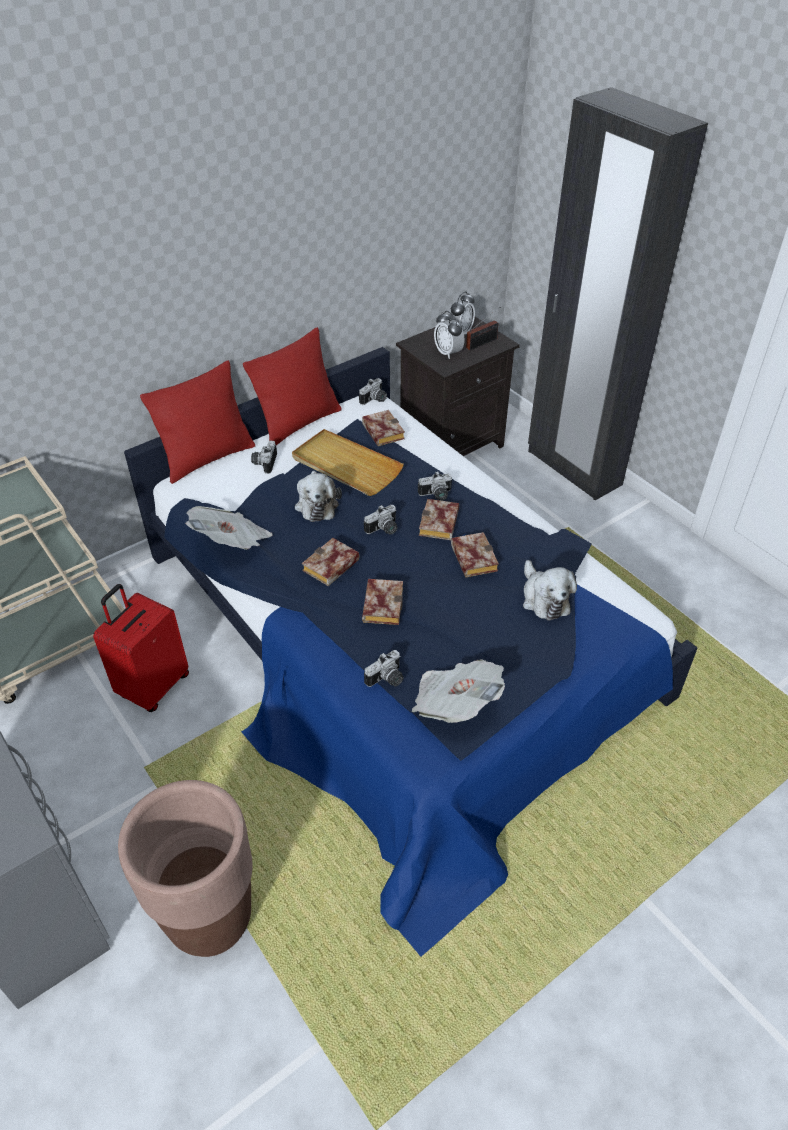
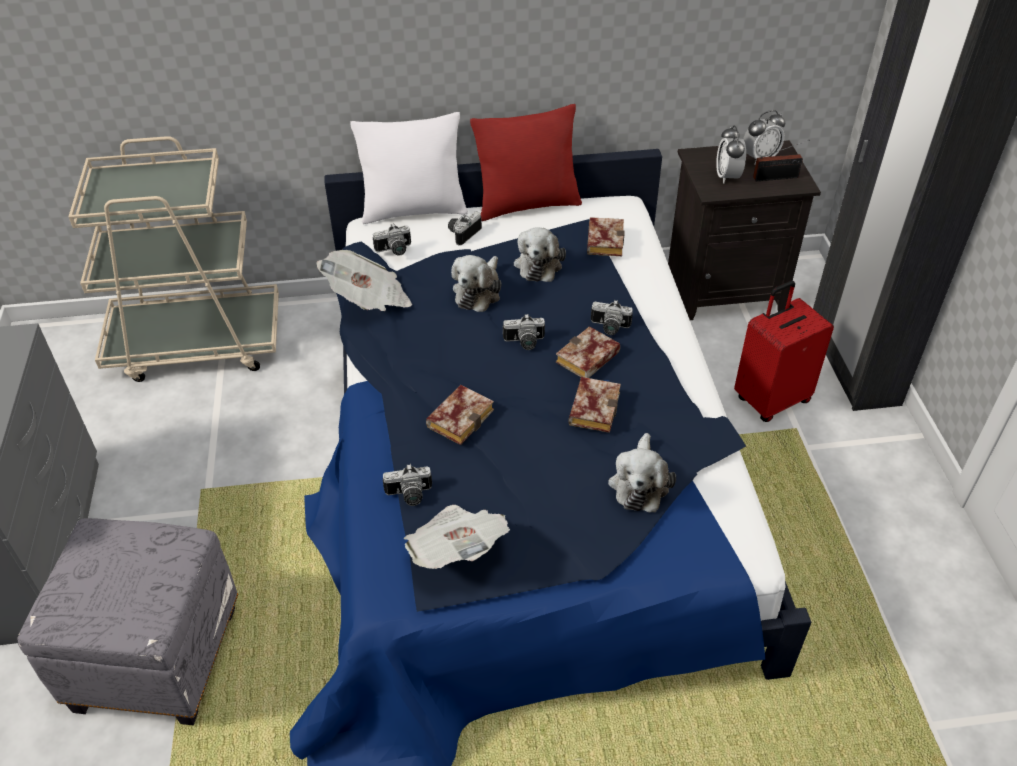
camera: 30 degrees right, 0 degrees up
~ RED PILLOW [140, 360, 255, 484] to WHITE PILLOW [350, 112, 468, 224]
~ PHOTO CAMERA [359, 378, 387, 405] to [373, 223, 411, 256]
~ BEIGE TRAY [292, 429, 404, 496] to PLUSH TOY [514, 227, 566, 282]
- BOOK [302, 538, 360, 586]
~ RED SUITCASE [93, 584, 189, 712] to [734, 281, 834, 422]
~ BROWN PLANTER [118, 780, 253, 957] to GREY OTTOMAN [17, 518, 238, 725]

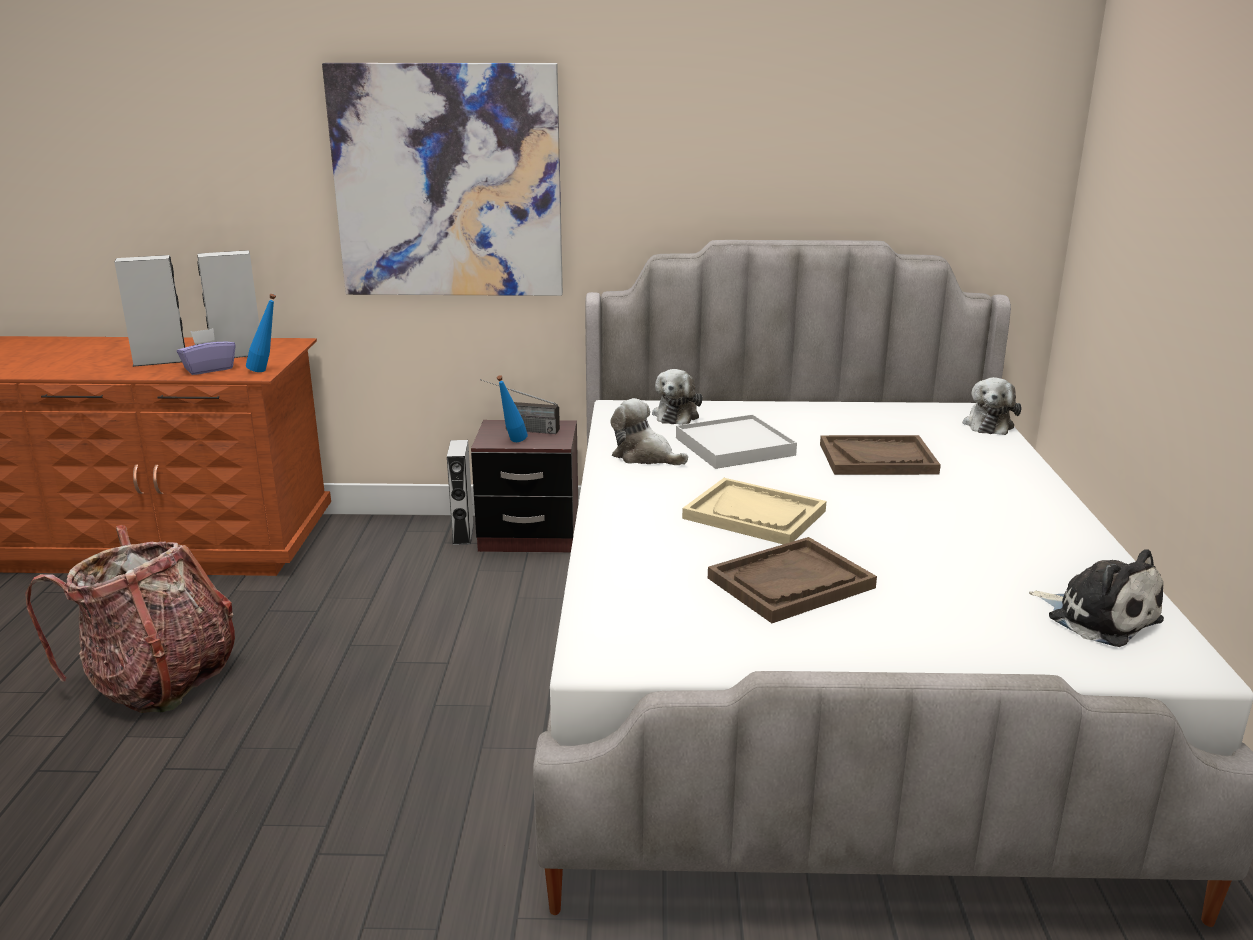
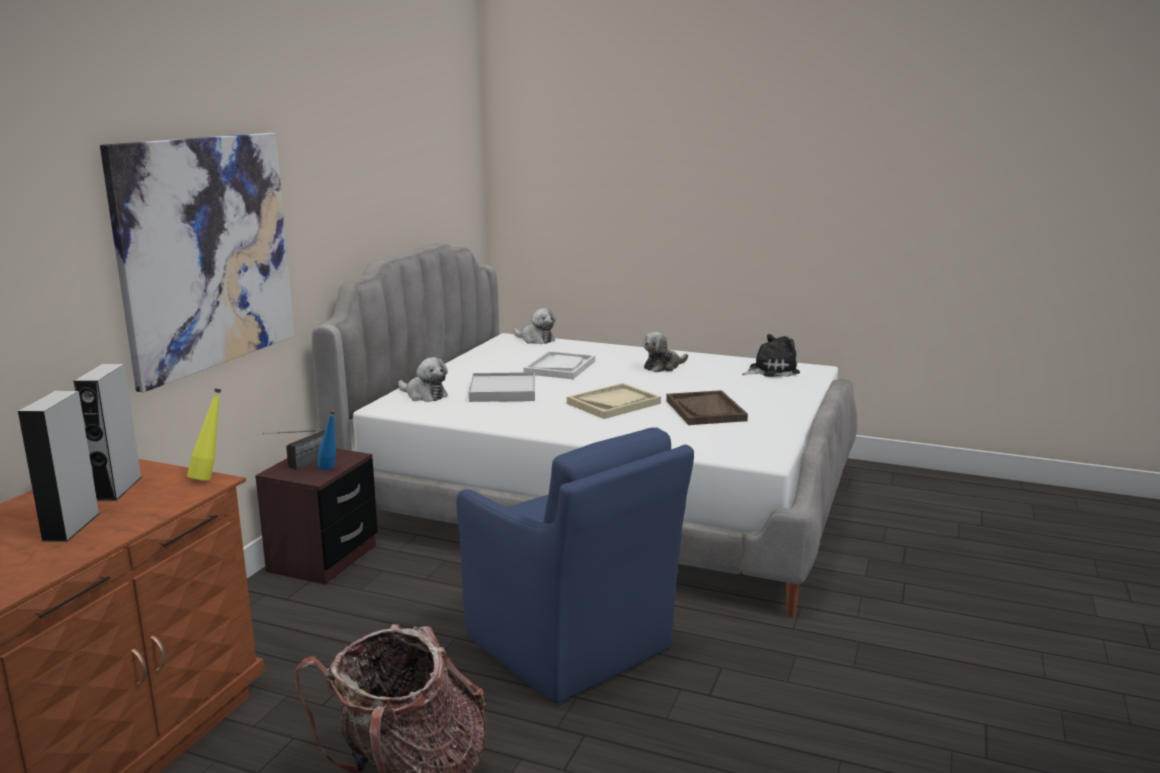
camera: 70 degrees left, 5 degrees down
~ BLUE BOTTLE [246, 294, 276, 372] to YELLOW BOTTLE [187, 388, 221, 480]
- PURPLE TISSUE BOX [177, 328, 236, 375]
~ PLUSH TOY [610, 398, 688, 465] to [643, 332, 688, 372]
~ BROWN TRAY [820, 435, 941, 475] to WHITE TRAY [523, 351, 595, 379]
- GREY SPEAKER [447, 440, 474, 545]
+ BLUE ARMCHAIR [456, 428, 694, 704]

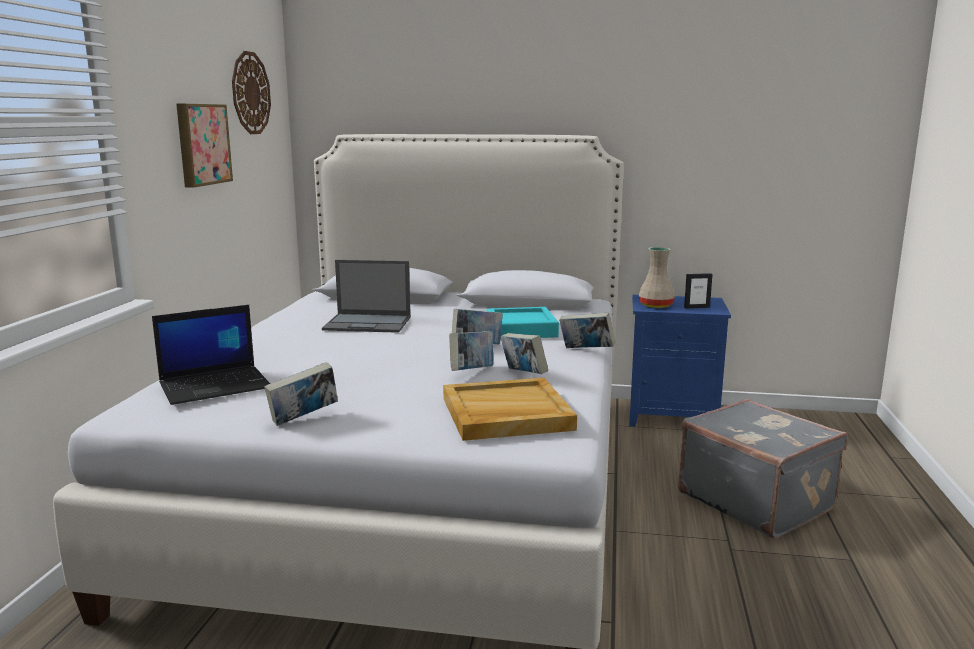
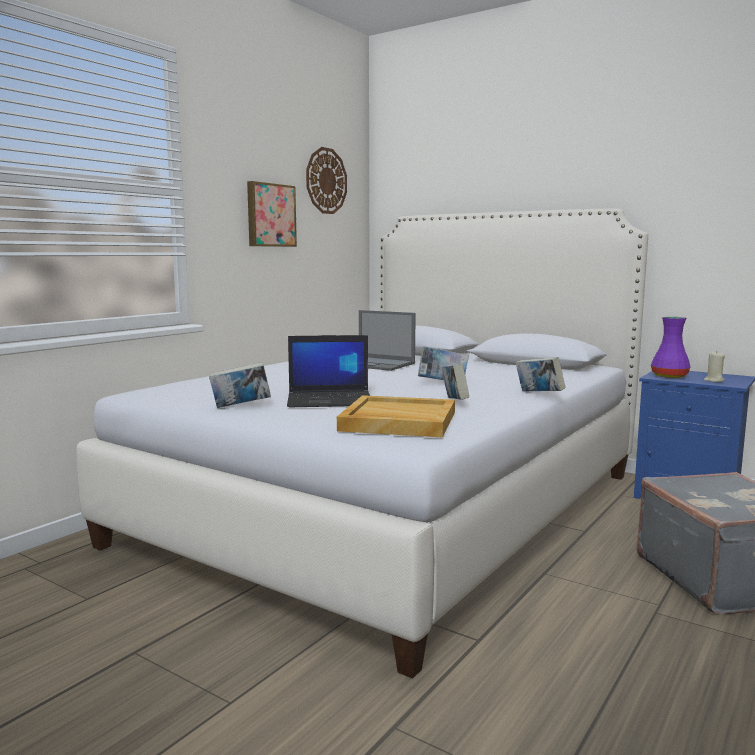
camera: 25 degrees right, 5 degrees down
~ BEIGE VASE [639, 247, 675, 308] to PURPLE VASE [651, 317, 690, 378]
~ PICTURE FRAME [684, 273, 713, 309] to BEIGE CANDLE [704, 352, 725, 382]
~ LAPTOP [152, 305, 270, 405] to [287, 335, 370, 407]
- TURQUOISE TRAY [487, 307, 559, 339]
- BOOK [449, 331, 493, 371]

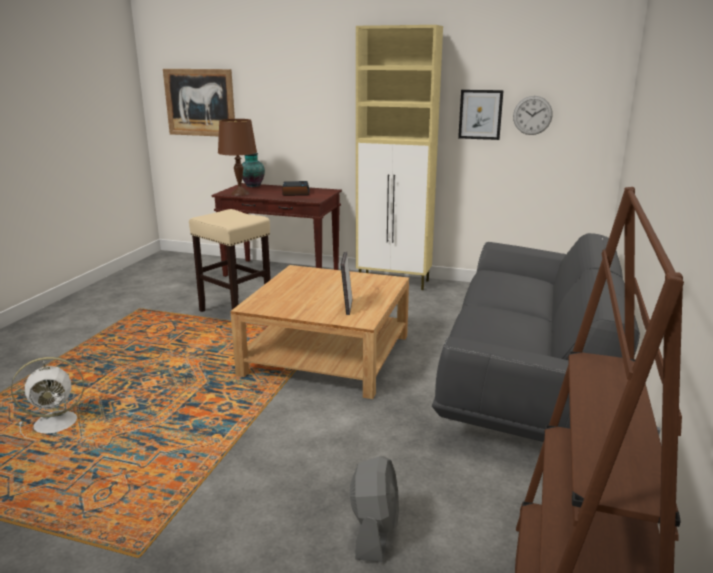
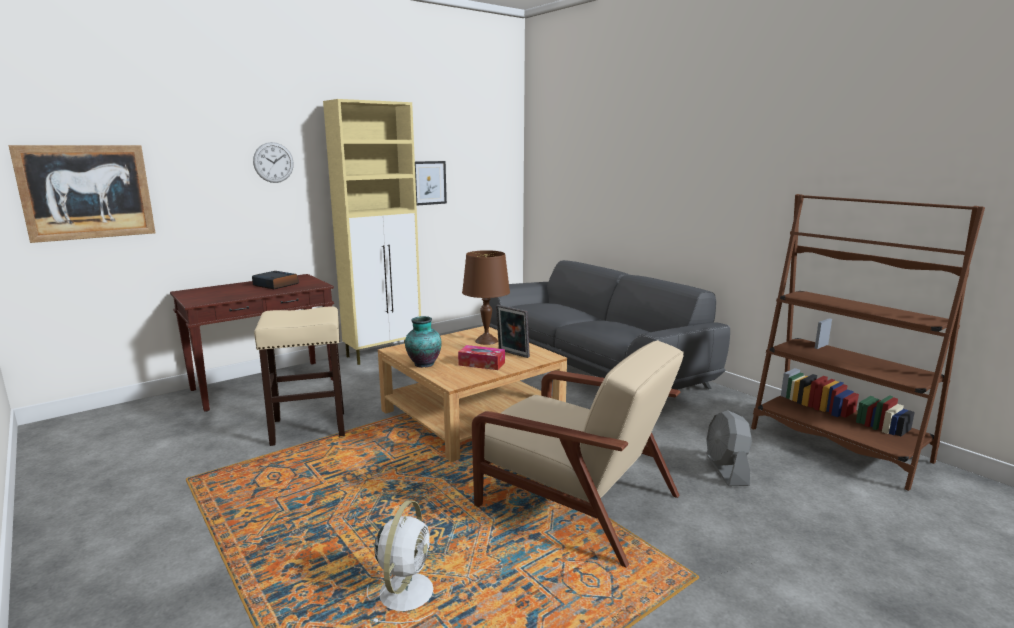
camera: 55 degrees left, 5 degrees down
~ WALL CLOCK [513, 96, 553, 135] to [253, 142, 294, 183]
~ BROWN TABLE LAMP [218, 119, 257, 196] to [462, 250, 510, 345]
~ VASE [242, 153, 265, 187] to [405, 316, 441, 368]
~ GREY FAN [350, 456, 399, 563] = [706, 410, 752, 486] 135 degrees counterclockwise
+ BEIGE ARMCHAIR [472, 340, 684, 568]
+ TISSUE BOX [458, 345, 505, 370]

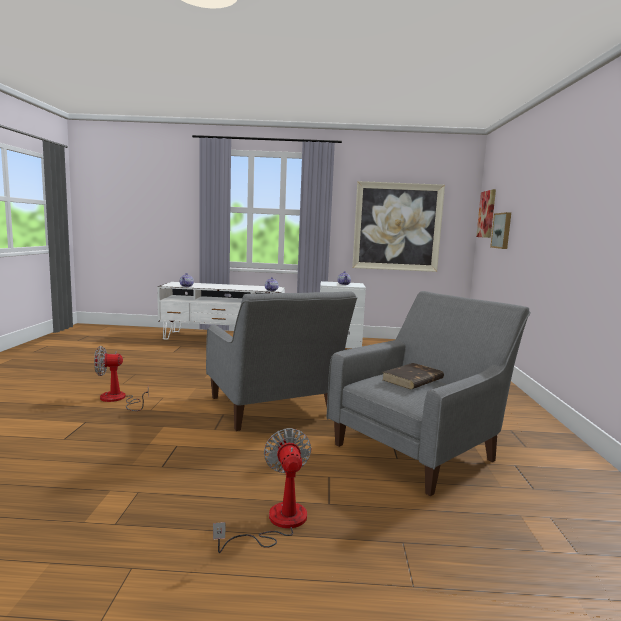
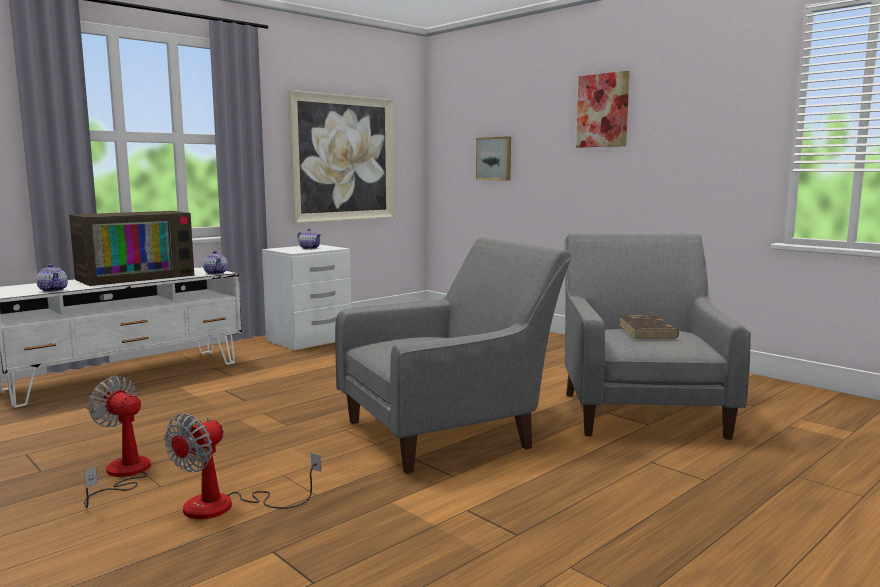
camera: 45 degrees left, 0 degrees up
~ PICTURE [476, 189, 496, 238] to [576, 71, 630, 148]
~ GREY ARMCHAIR [206, 291, 357, 431] = [335, 237, 573, 474] 45 degrees counterclockwise
~ FAN [213, 428, 311, 553] to [84, 376, 151, 508]
+ TELEVISION [69, 211, 194, 286]

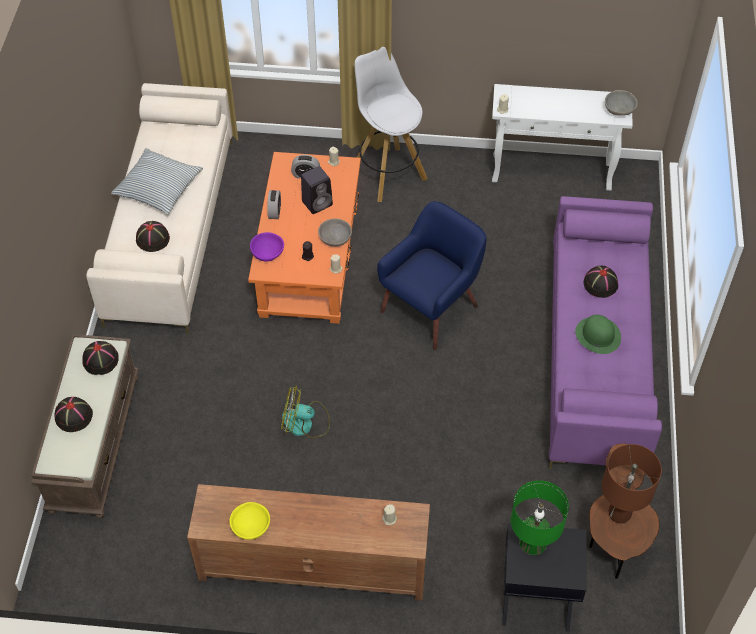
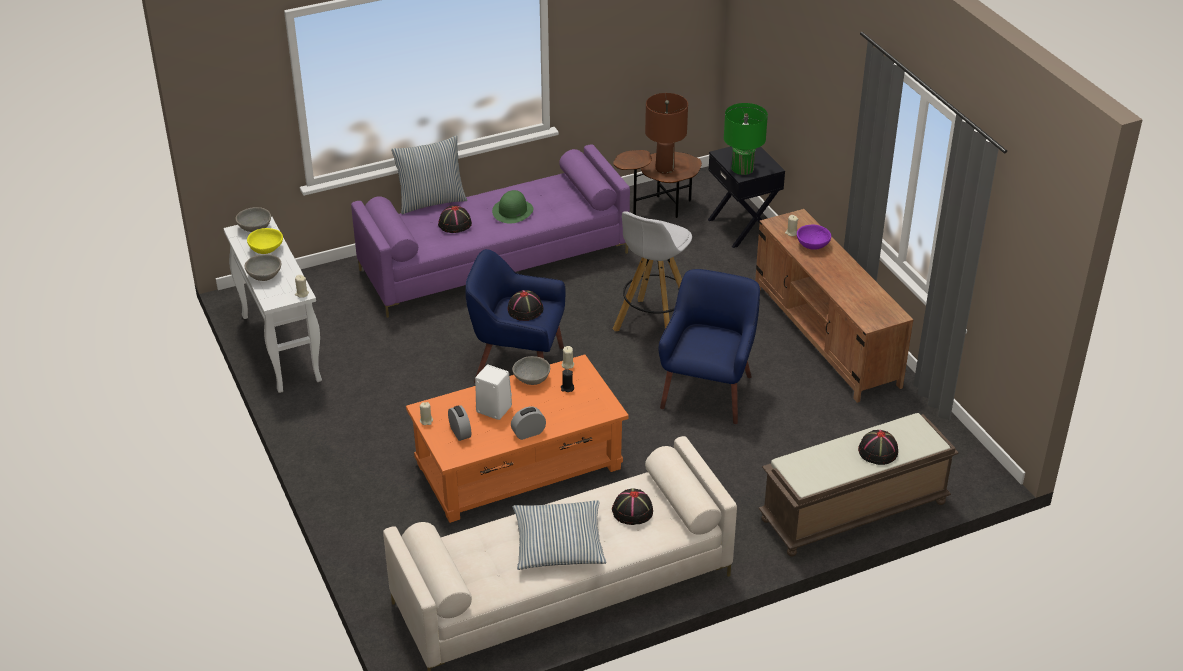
camera: 120 degrees left, 15 degrees down
~ WHITE STOOL [355, 47, 427, 202] to [613, 211, 692, 331]
~ BLACK SPEAKER [301, 166, 333, 214] to WHITE SPEAKER [475, 365, 512, 420]
~ PURPLE BOWL [250, 232, 284, 262] to [797, 225, 831, 250]
~ BLACK HAT [82, 341, 119, 375] to [508, 290, 544, 321]
~ FAN [281, 386, 330, 438] to BLUE ARMCHAIR [658, 269, 760, 424]
~ YELLOW BOWL [229, 502, 270, 540] to [247, 228, 283, 254]
+ PILLOW [391, 135, 467, 214]
+ GREY BOWL [245, 254, 281, 281]

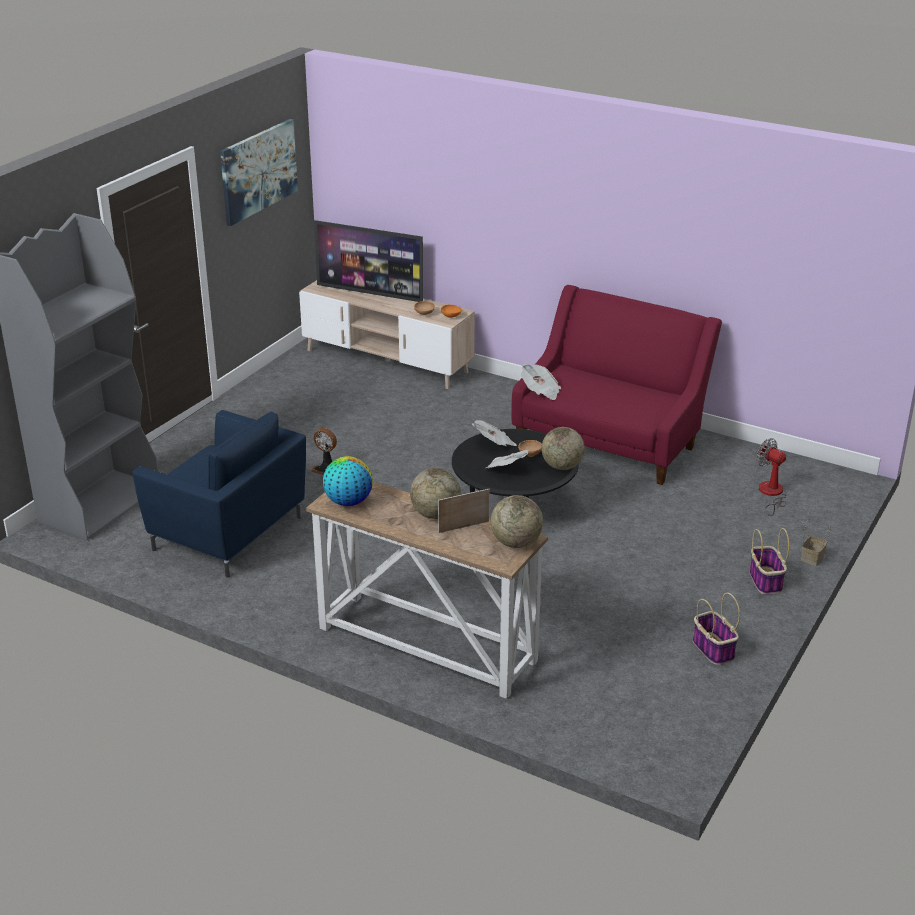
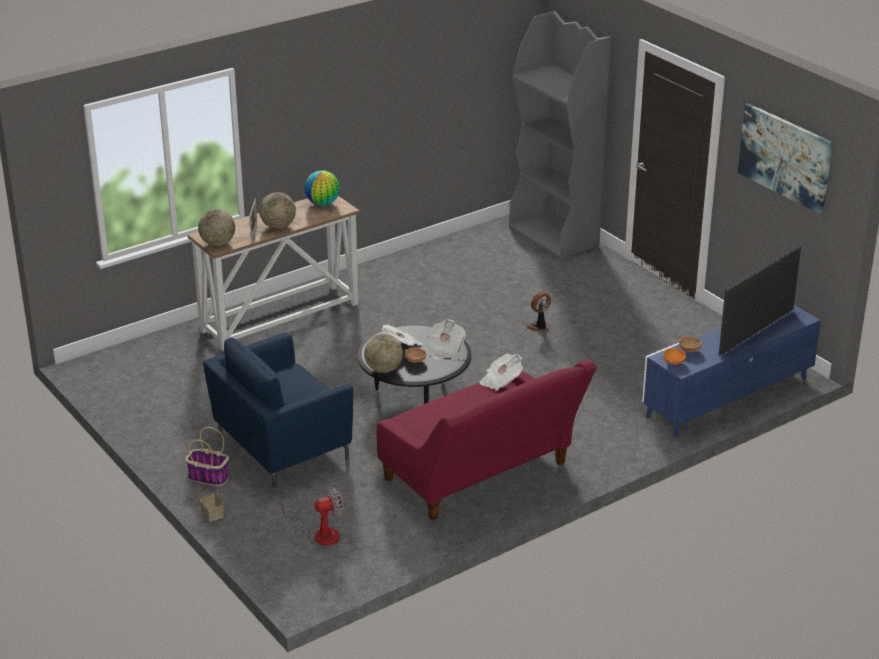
camera: 115 degrees right, 0 degrees up
~ BEIGE TV STAND [299, 280, 475, 389] to BLUE TV STAND [642, 305, 821, 437]
~ BLUE ARMCHAIR [133, 410, 306, 578] to [203, 332, 353, 488]
- BASKET [693, 593, 740, 665]

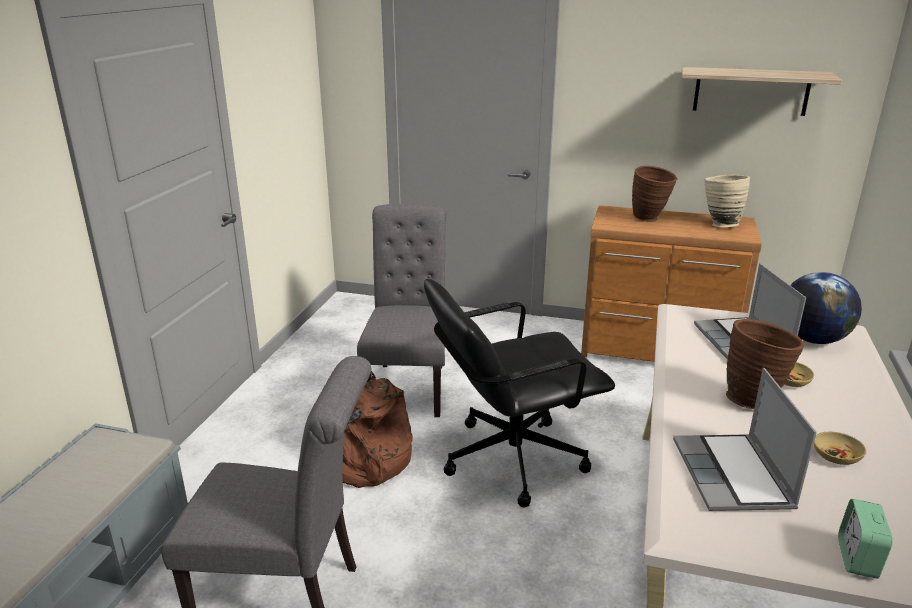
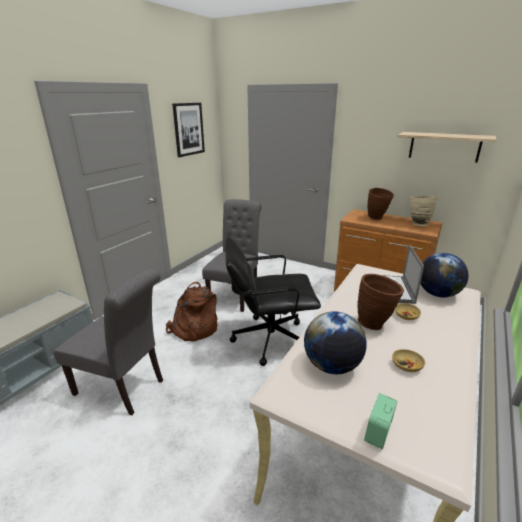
camera: 15 degrees right, 0 degrees up
~ LAPTOP [673, 368, 817, 511] to GLOBE [304, 311, 367, 374]
+ PICTURE [172, 103, 205, 157]

